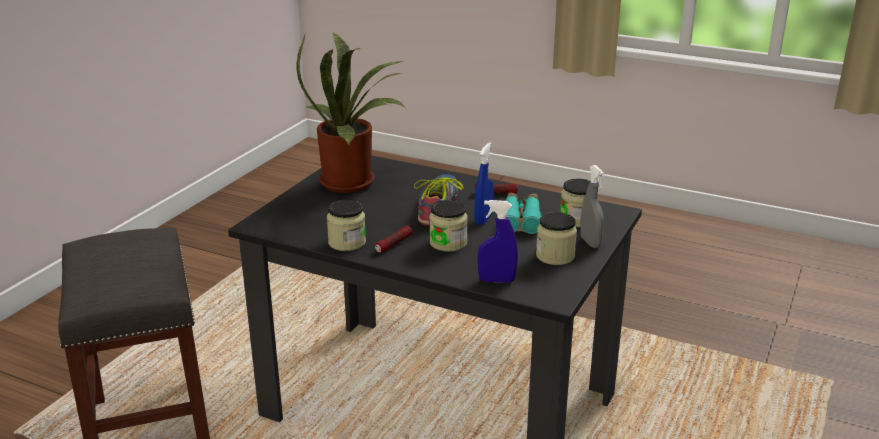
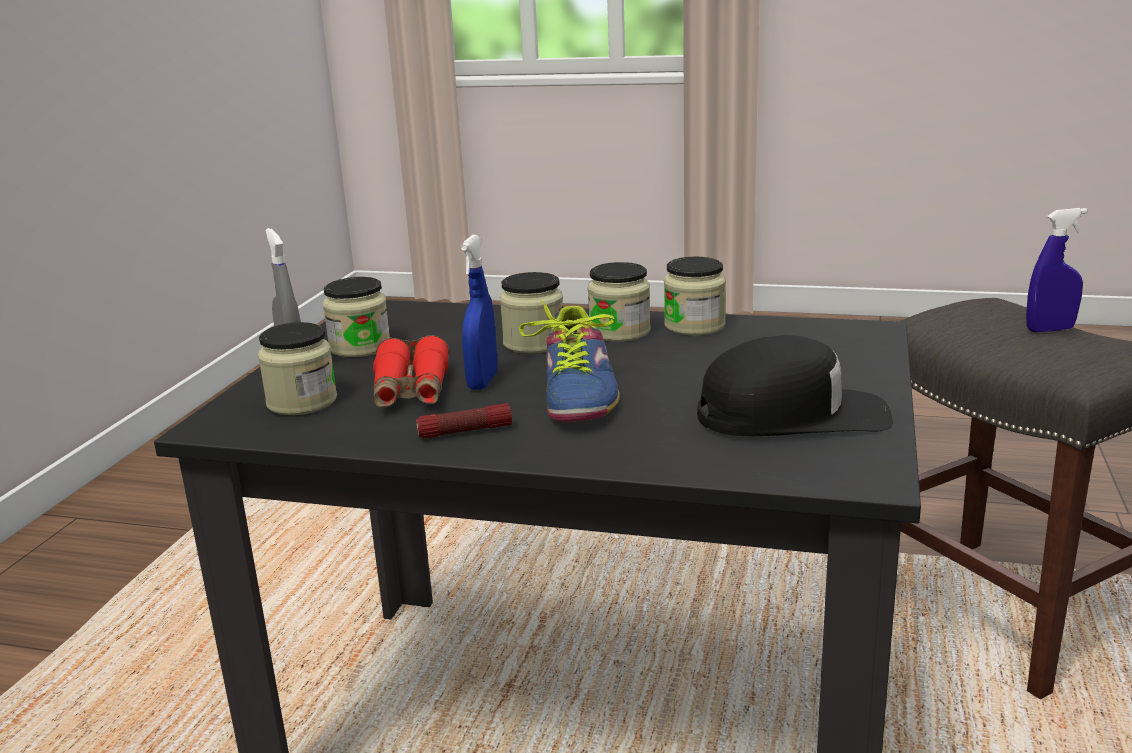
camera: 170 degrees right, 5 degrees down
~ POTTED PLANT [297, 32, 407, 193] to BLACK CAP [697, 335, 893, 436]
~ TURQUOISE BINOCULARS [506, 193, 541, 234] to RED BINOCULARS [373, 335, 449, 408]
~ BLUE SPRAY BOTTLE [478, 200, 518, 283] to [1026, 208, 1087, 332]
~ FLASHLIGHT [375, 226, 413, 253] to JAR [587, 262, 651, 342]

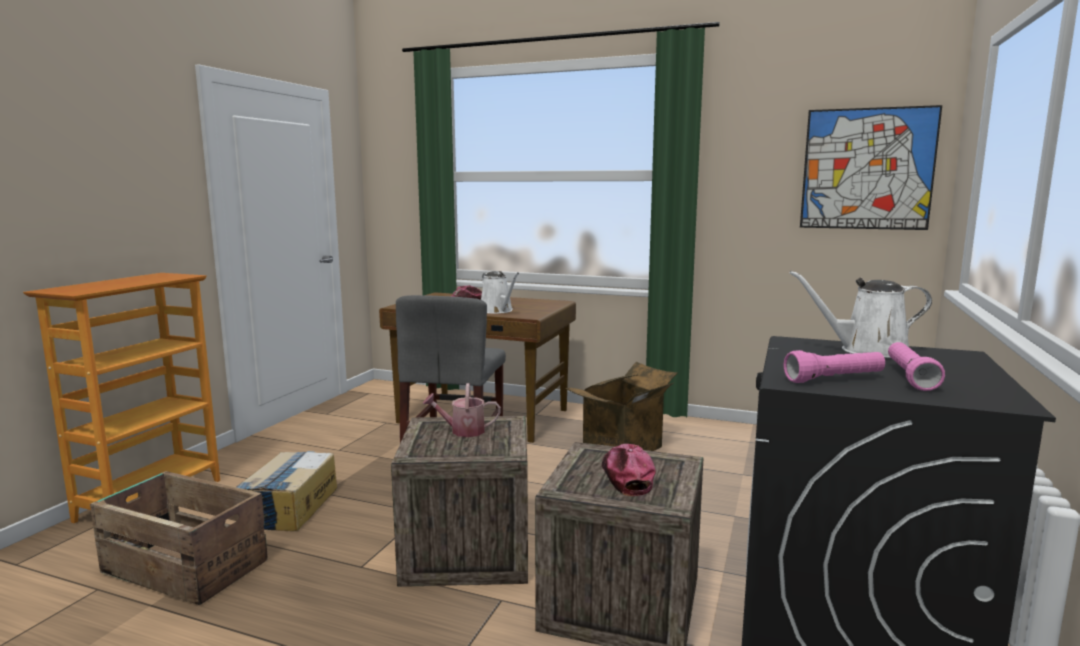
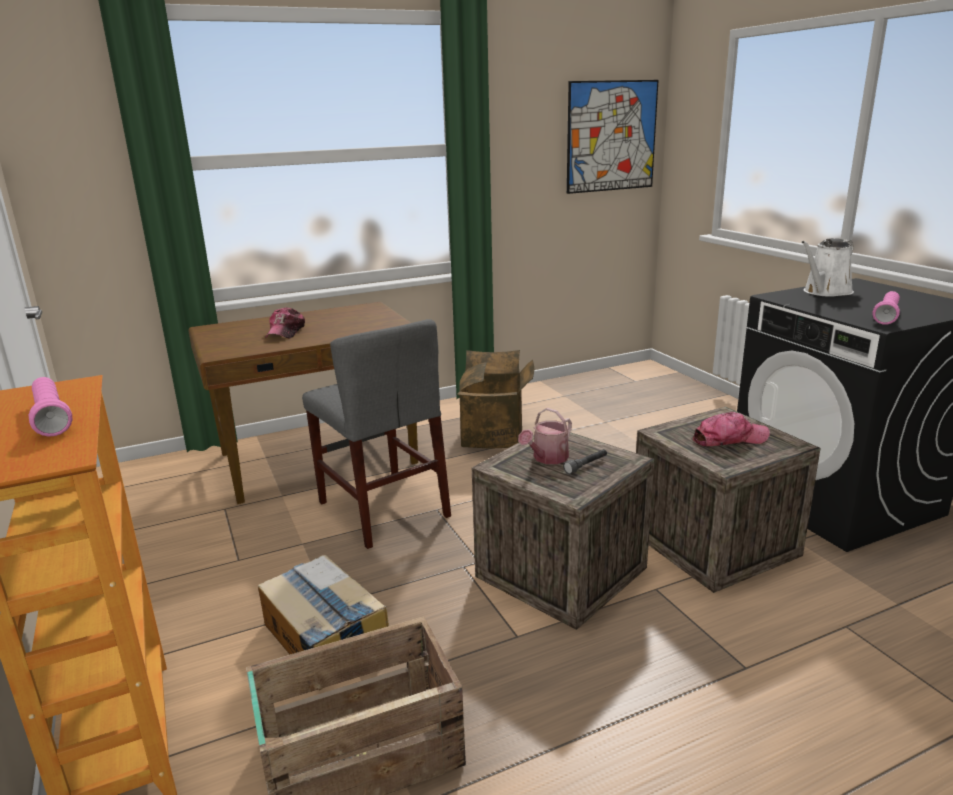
camera: 45 degrees left, 10 degrees up
- WHITE WATERING CAN [481, 271, 519, 314]
~ PINK FLASHLIGHT [888, 342, 945, 391] to [29, 377, 72, 437]
~ CAP [602, 444, 656, 496] = [693, 412, 770, 446] 135 degrees clockwise
+ GREY FLASHLIGHT [563, 449, 607, 474]

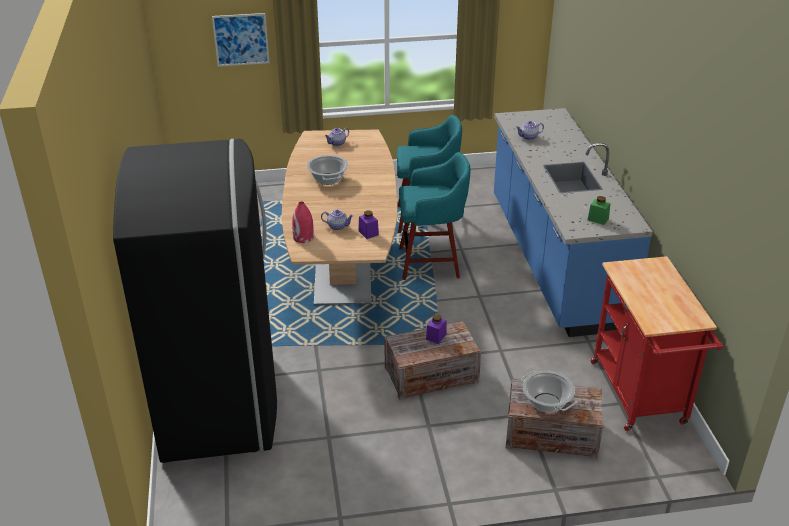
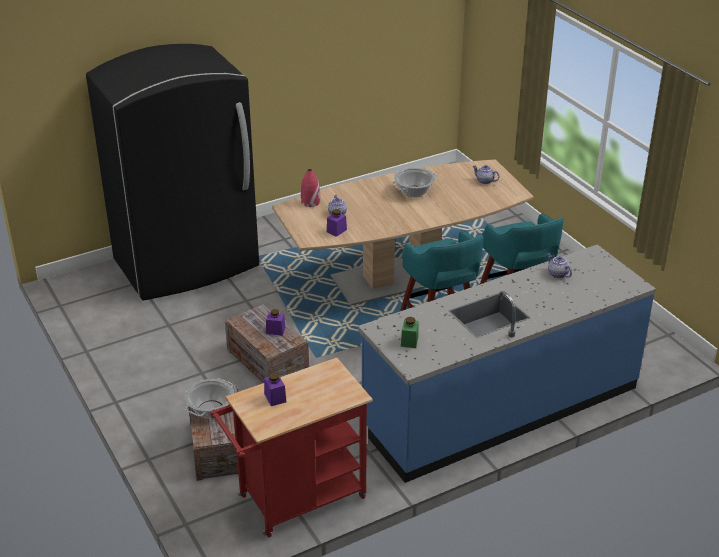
camera: 70 degrees right, 0 degrees up
- PICTURE [212, 13, 269, 66]
+ PURPLE JAR [264, 373, 286, 406]

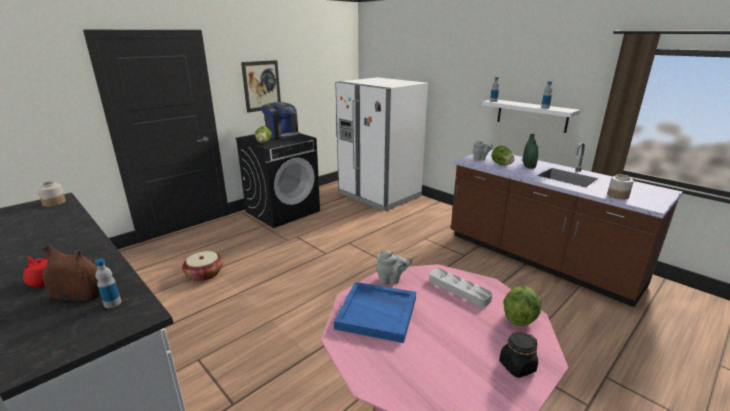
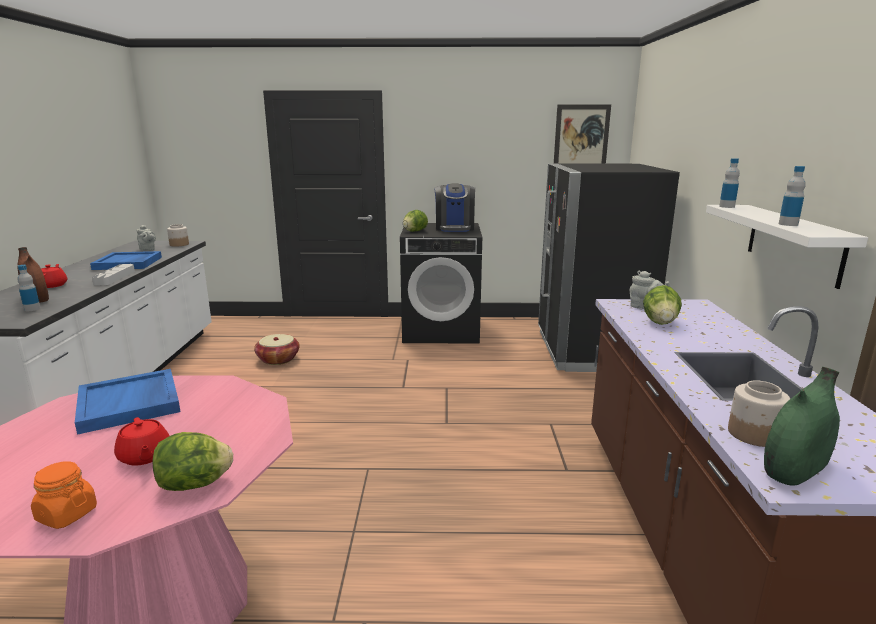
camera: 45 degrees right, 5 degrees down
~ PICTURE [241, 60, 281, 113] to [554, 104, 611, 164]
~ WHITE FRIDGE [335, 77, 428, 211] to BLACK FRIDGE [538, 164, 680, 372]
~ GREEN VASE [523, 134, 538, 169] to [764, 367, 840, 485]
~ GREY TEAPOT [376, 250, 412, 284] to [137, 225, 156, 251]
~ GREY TRAY [429, 268, 492, 307] to [92, 264, 135, 285]
~ BLACK JAR [499, 332, 538, 378] to ORANGE JAR [31, 461, 97, 529]
+ BLUE TRAY [90, 251, 162, 270]
+ RED TEAPOT [114, 417, 169, 466]

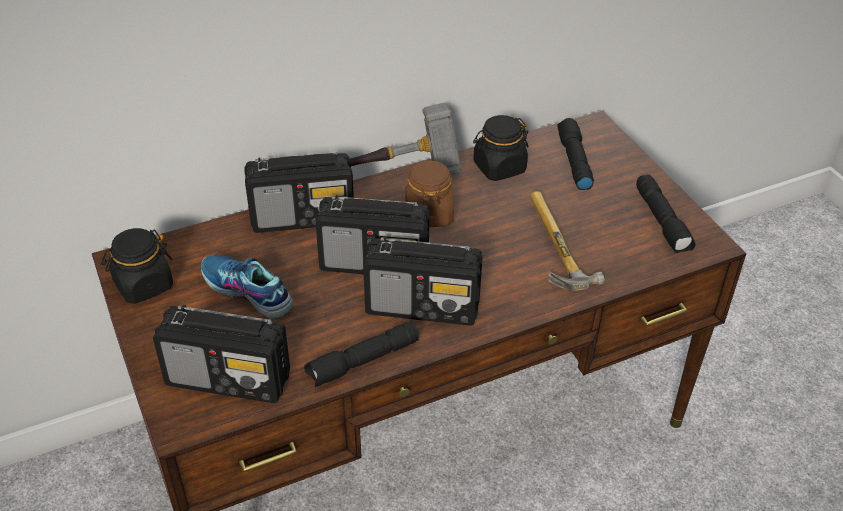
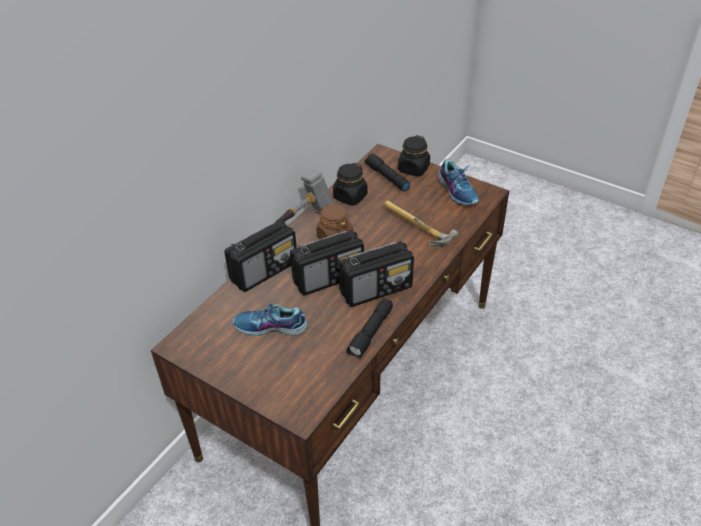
camera: 30 degrees left, 0 degrees up
~ BLACK FLASHLIGHT [636, 175, 696, 253] to SHOE [438, 159, 479, 205]
~ BLACK JAR [101, 228, 173, 304] to [398, 135, 430, 176]
- RADIO [153, 304, 290, 403]

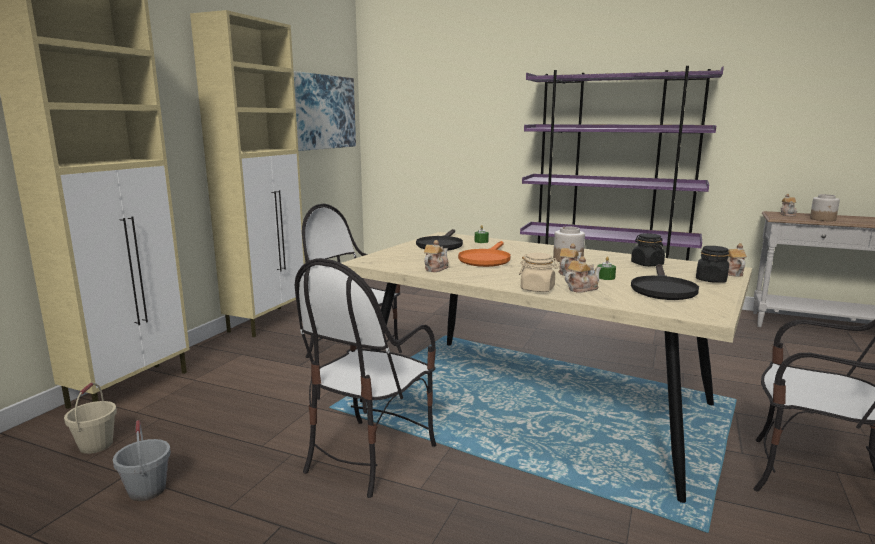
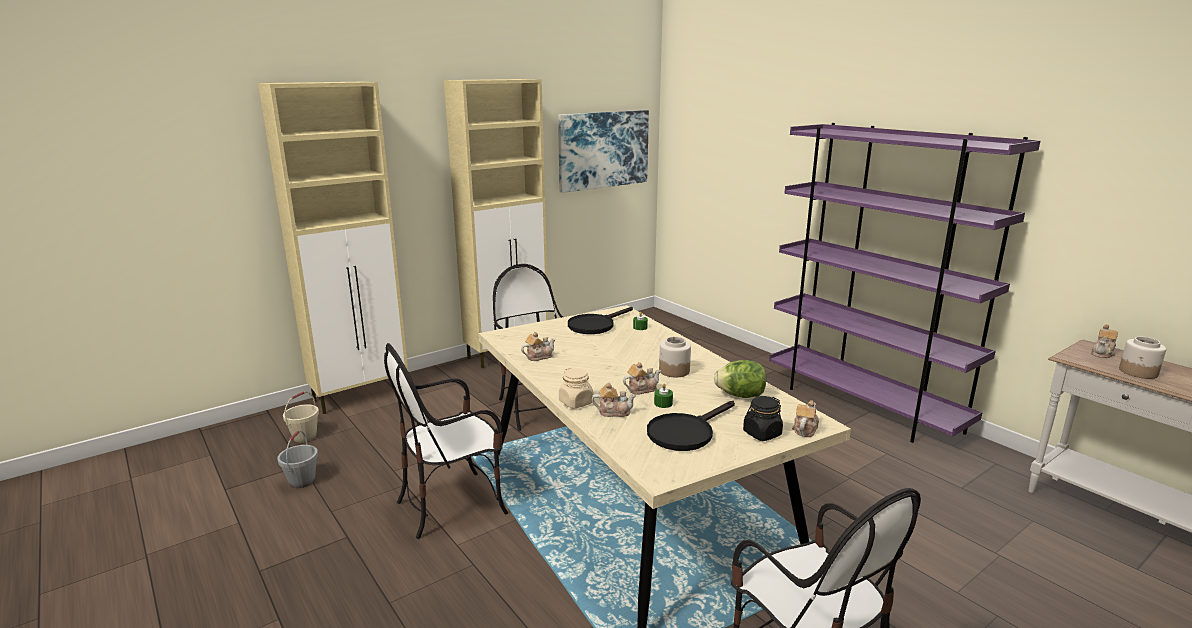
camera: 30 degrees right, 5 degrees up
~ BLACK JAR [631, 233, 665, 266] to LETTUCE [714, 360, 766, 398]
- ORANGE FRYING PAN [458, 241, 511, 267]

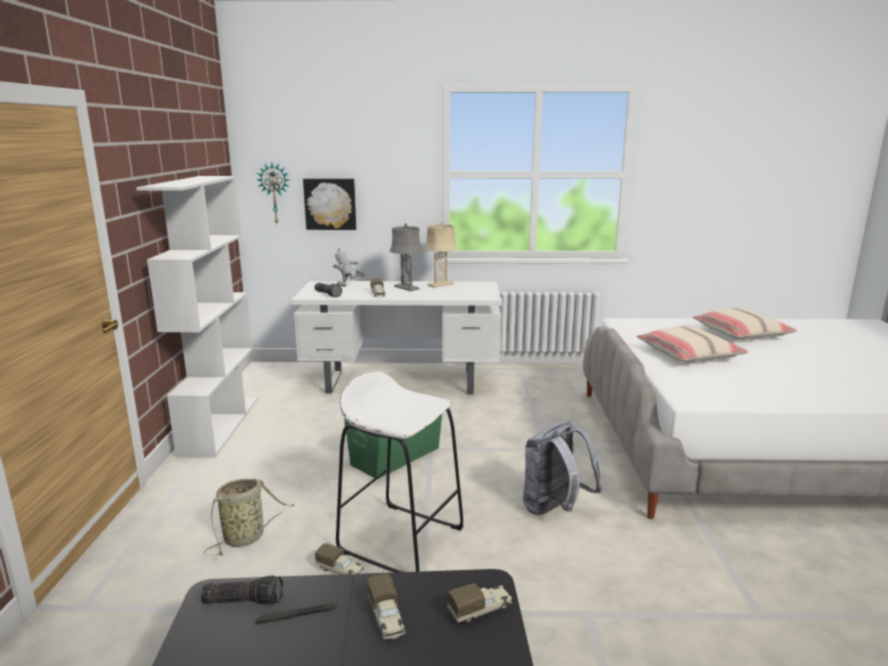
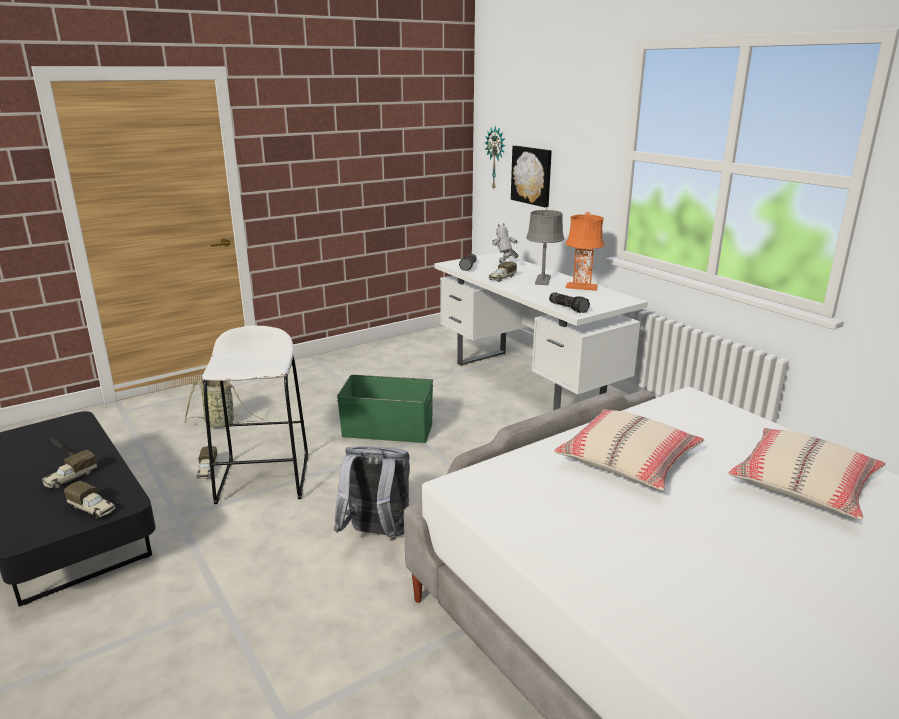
camera: 55 degrees right, 5 degrees up
- WHITE BOOKCASE [136, 176, 258, 458]
~ BEIGE TABLE LAMP [425, 222, 457, 288] to ORANGE TABLE LAMP [566, 212, 605, 291]
~ FLASHLIGHT [201, 575, 283, 605] to [549, 292, 590, 313]

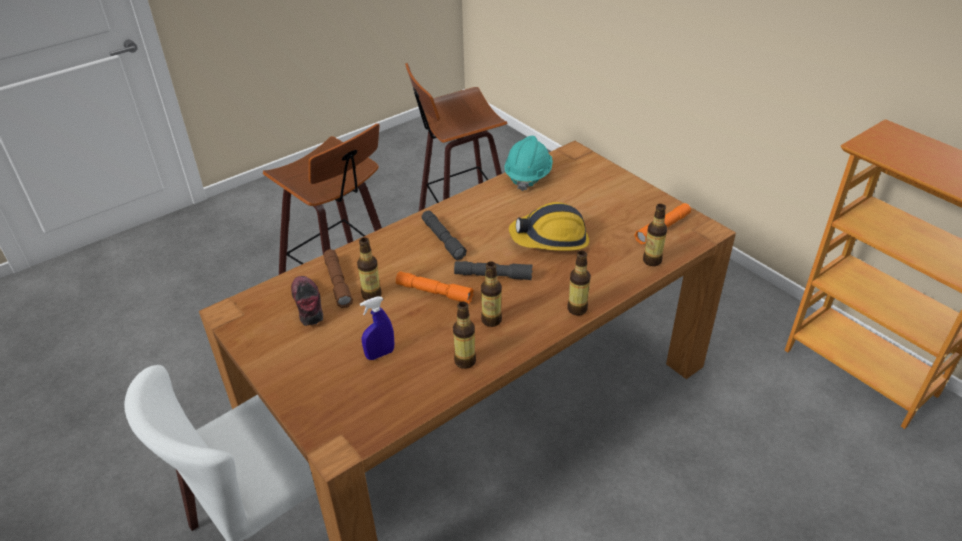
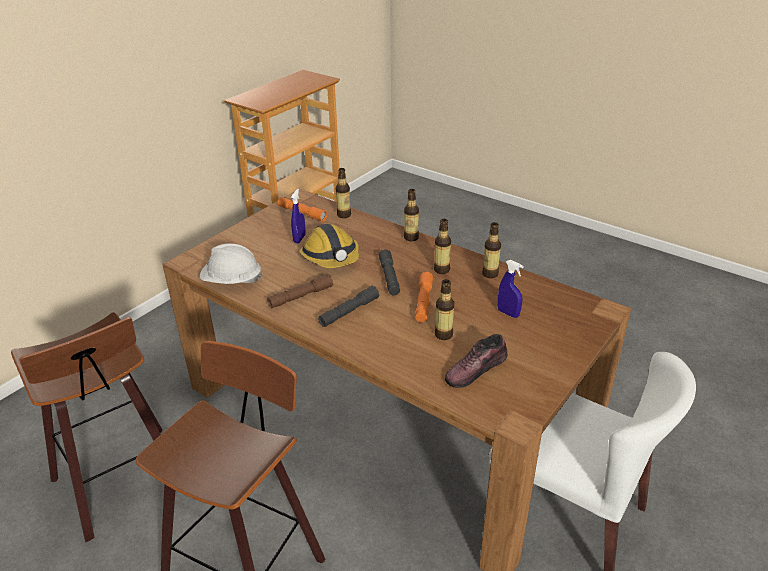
camera: 105 degrees left, 5 degrees down
~ TURQUOISE HARD HAT [505, 136, 553, 191] to WHITE HARD HAT [200, 243, 262, 284]
~ BROWN FLASHLIGHT [324, 249, 353, 308] to [267, 274, 333, 308]
+ BLUE SPRAY BOTTLE [291, 189, 306, 244]

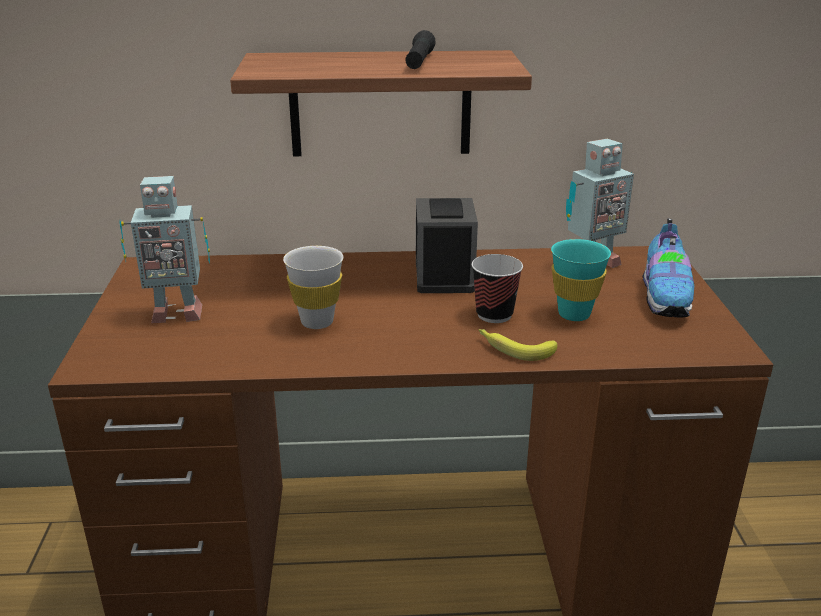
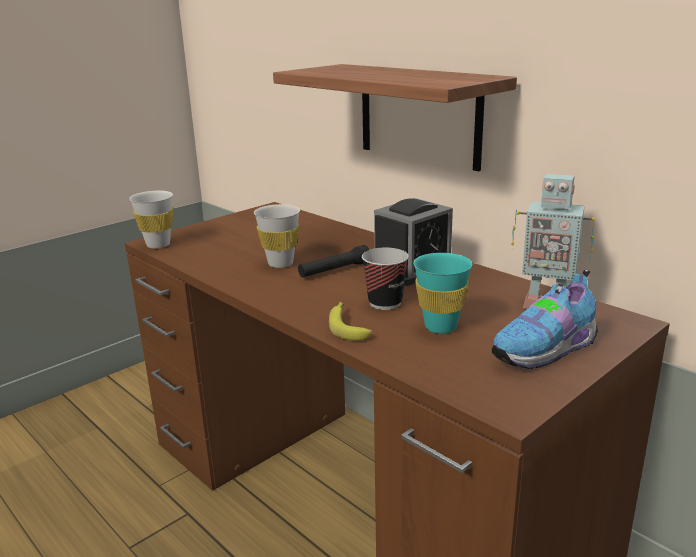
camera: 50 degrees right, 5 degrees down
~ BLACK FLASHLIGHT [405, 30, 436, 69] to [298, 245, 369, 278]
- TOY ROBOT [119, 176, 210, 323]
+ WHITE CUP [129, 191, 173, 249]

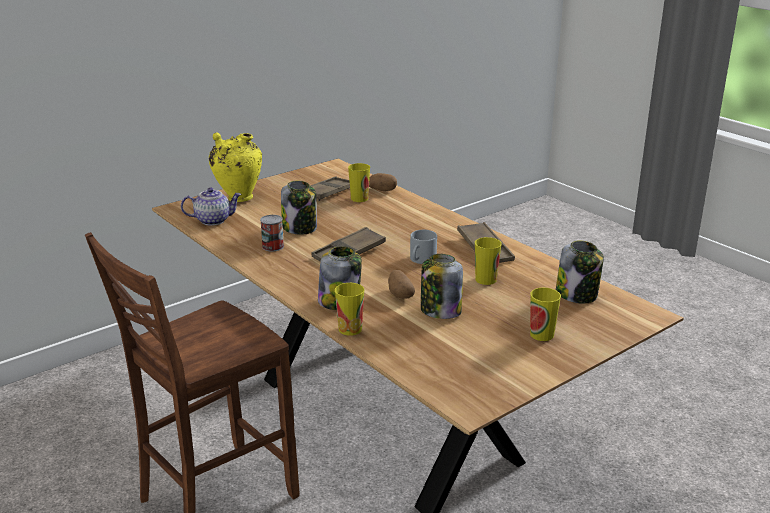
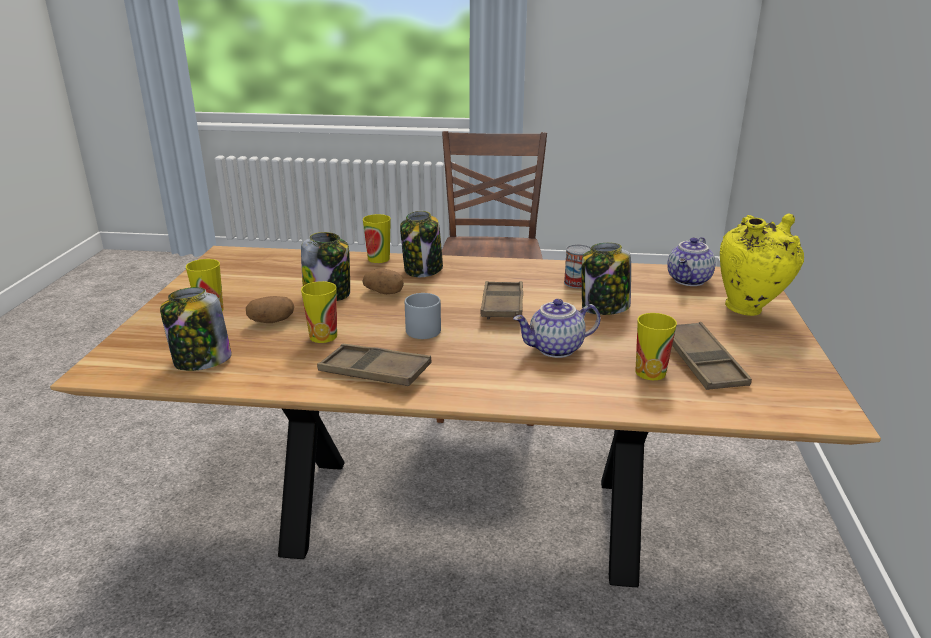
camera: 135 degrees right, 0 degrees up
~ POTATO [369, 173, 397, 191] to [246, 296, 294, 323]
+ TEAPOT [513, 299, 601, 358]

